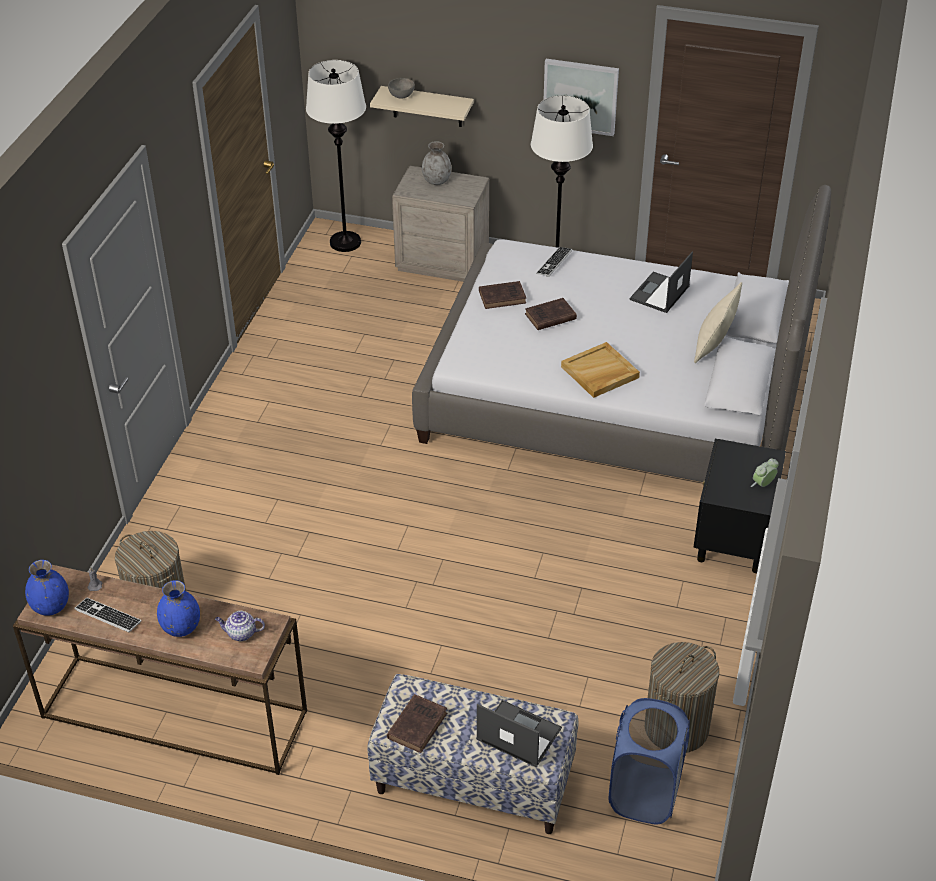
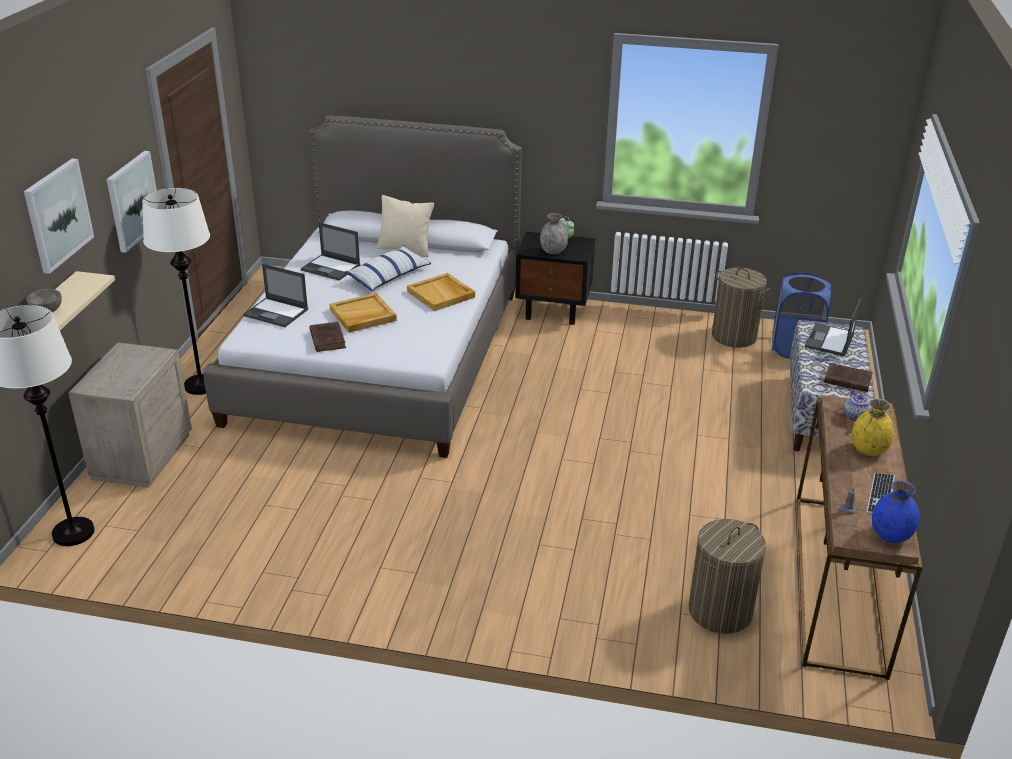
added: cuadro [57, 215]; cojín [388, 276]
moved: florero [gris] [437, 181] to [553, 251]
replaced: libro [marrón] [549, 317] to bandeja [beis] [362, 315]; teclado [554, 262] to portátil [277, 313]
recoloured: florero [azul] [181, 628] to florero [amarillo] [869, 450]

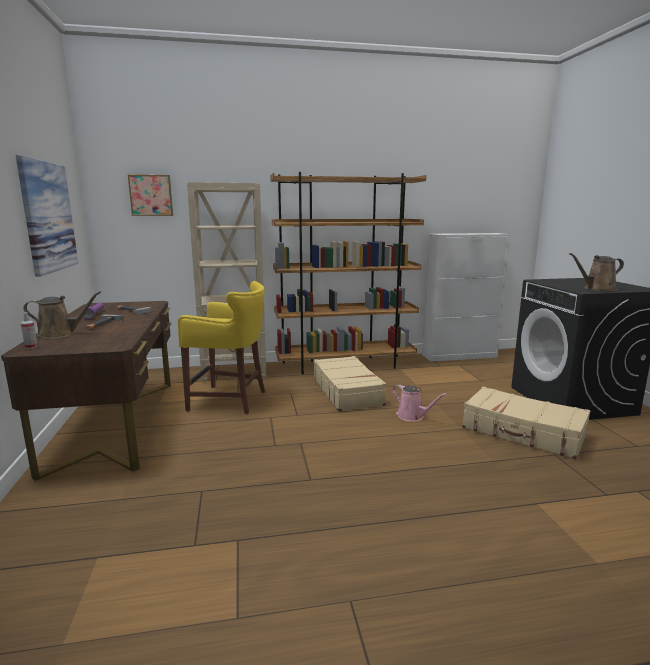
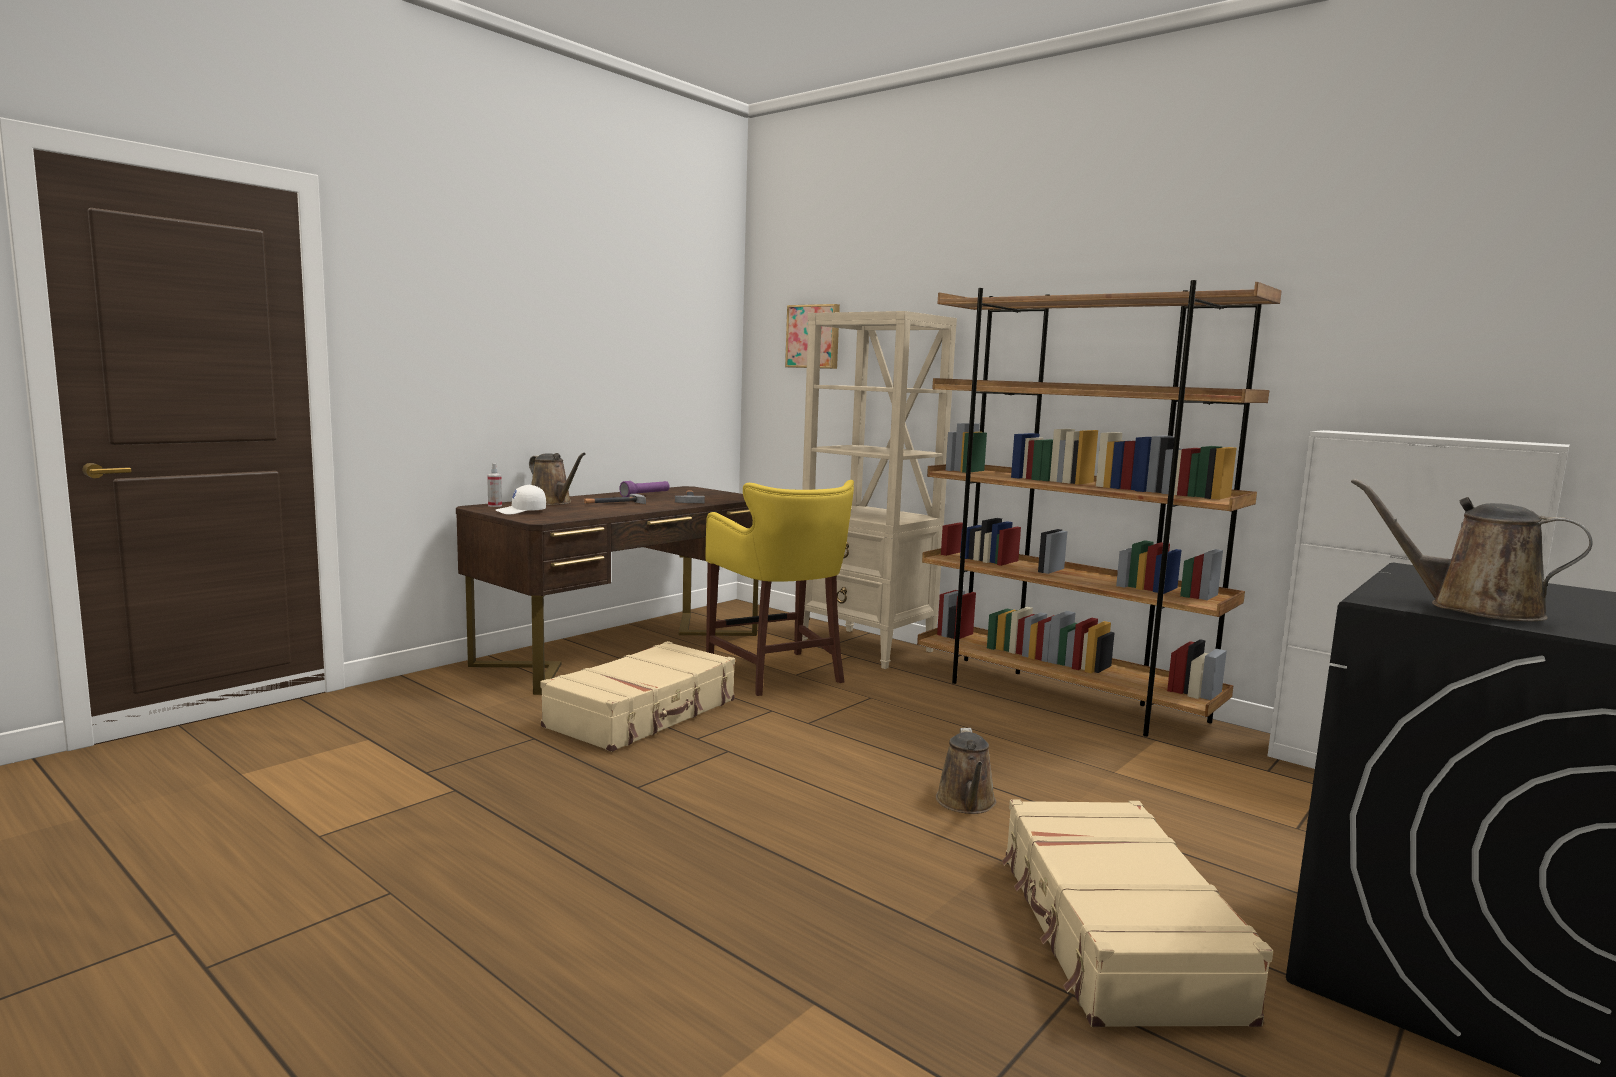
removed: cuadro [48, 217]
added: gorra [blanco] [521, 512]
moved: maleta [beis] [347, 392] to [644, 714]
recoloured: regadera [rosa] [412, 416] to regadera [marrón] [966, 803]

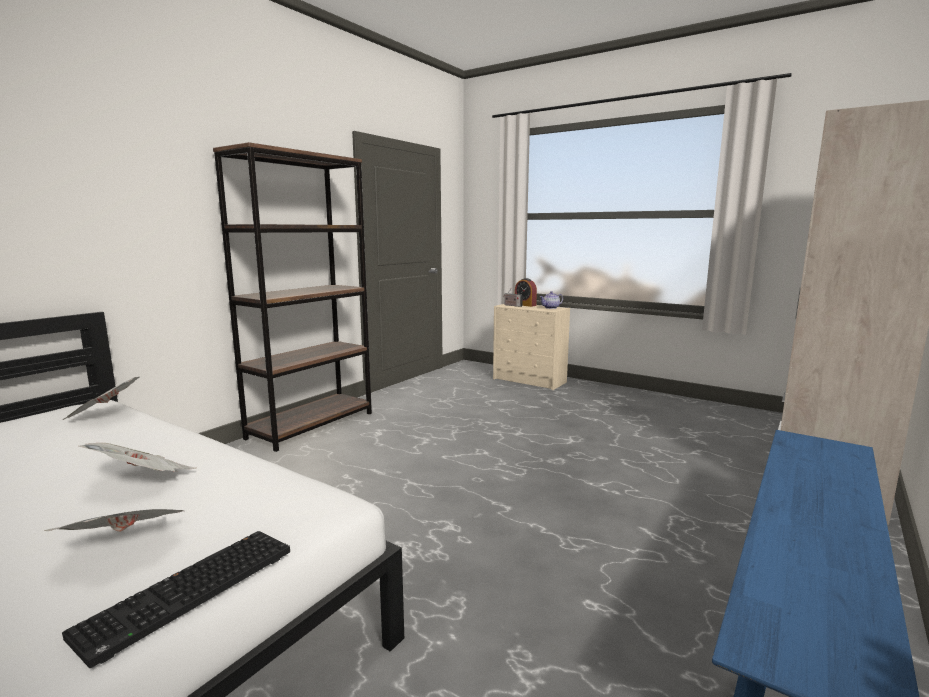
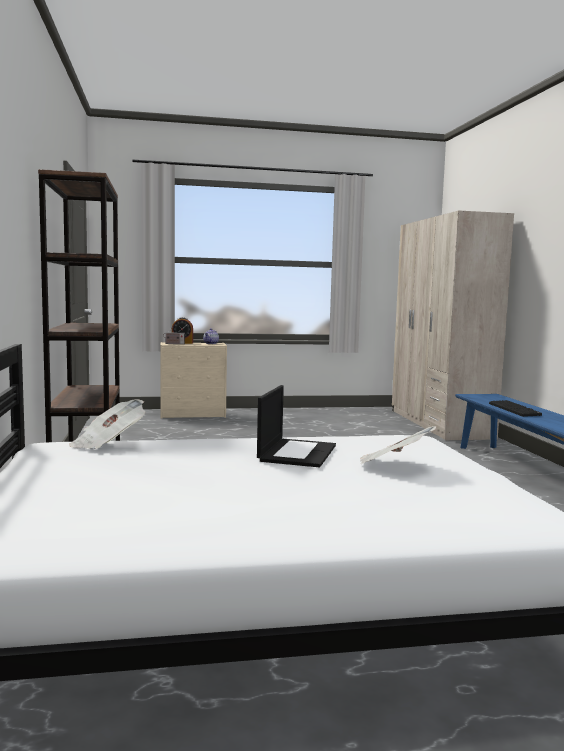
moved: teclado [189, 594] to [515, 410]
replaced: periódico [144, 480] to portátil [297, 453]

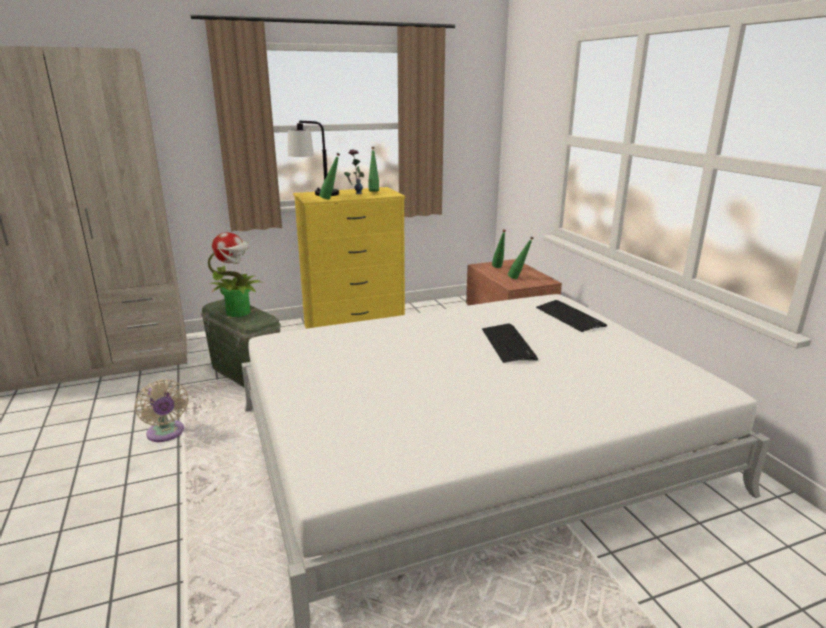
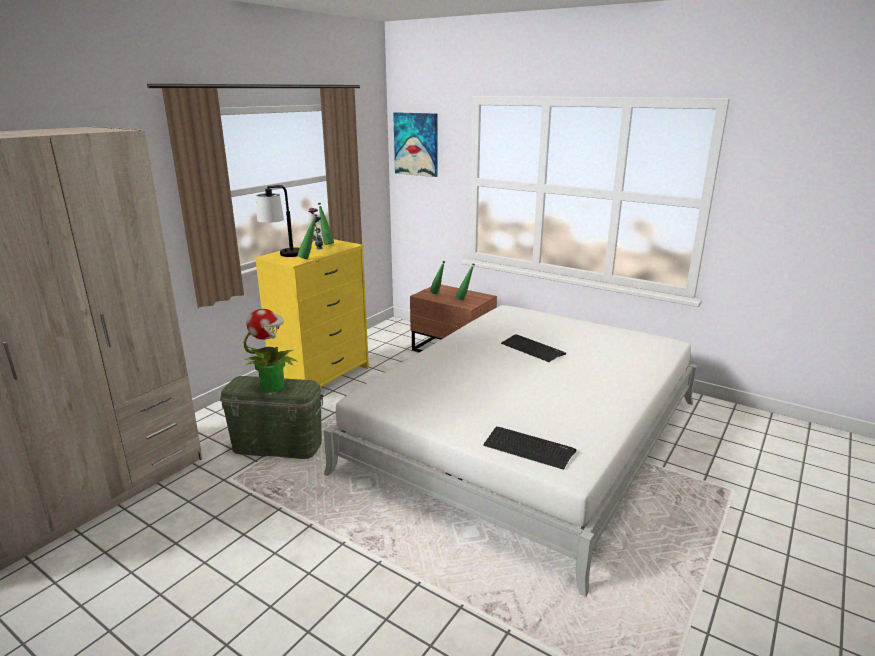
removed: ventilador [beis] [166, 434]
added: cuadro [416, 144]
moved: teclado [569, 317] to [528, 448]

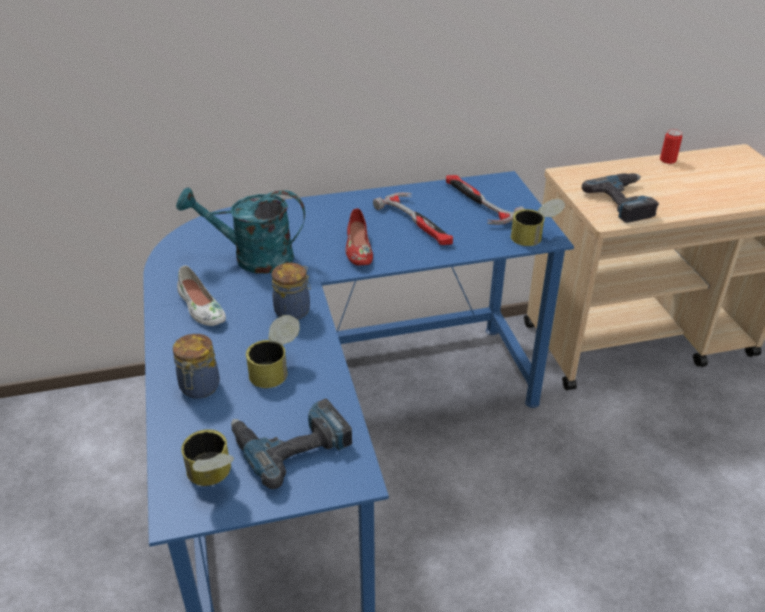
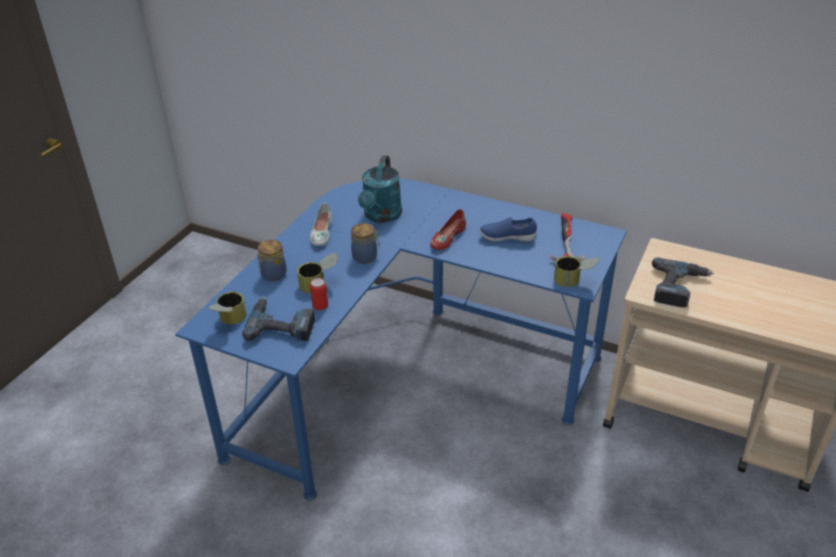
moved: lata [668, 160] to [320, 305]
replaced: martillo [419, 223] to zapato [azul] [507, 237]
turned: regadera [turquesa] [253, 258] = [381, 216] 120 degrees counterclockwise

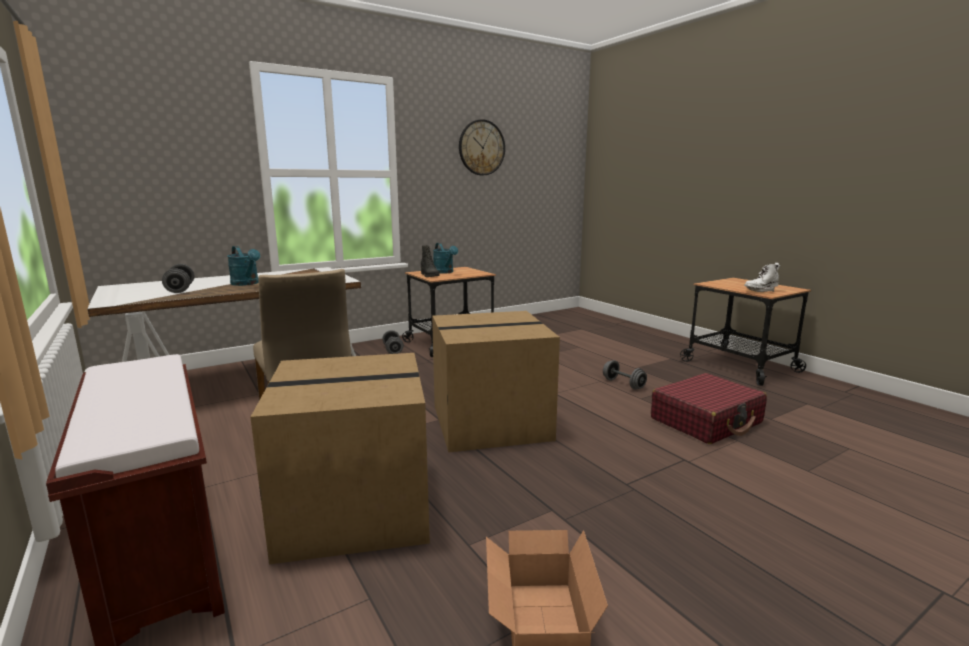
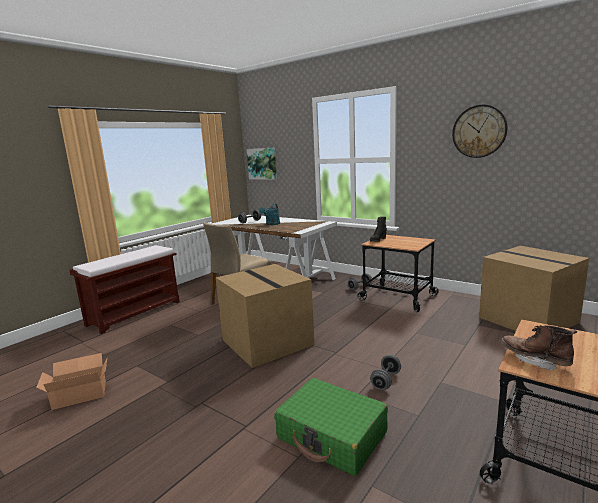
removed: regadera [turquesa] [445, 272]
added: cuadro [262, 163]
moved: caja de cartón [357, 506] to [530, 319]
recoloured: maleta [rojo] [706, 421] to maleta [verde] [332, 436]; bota [blanco] [760, 291] to bota [marrón] [535, 360]

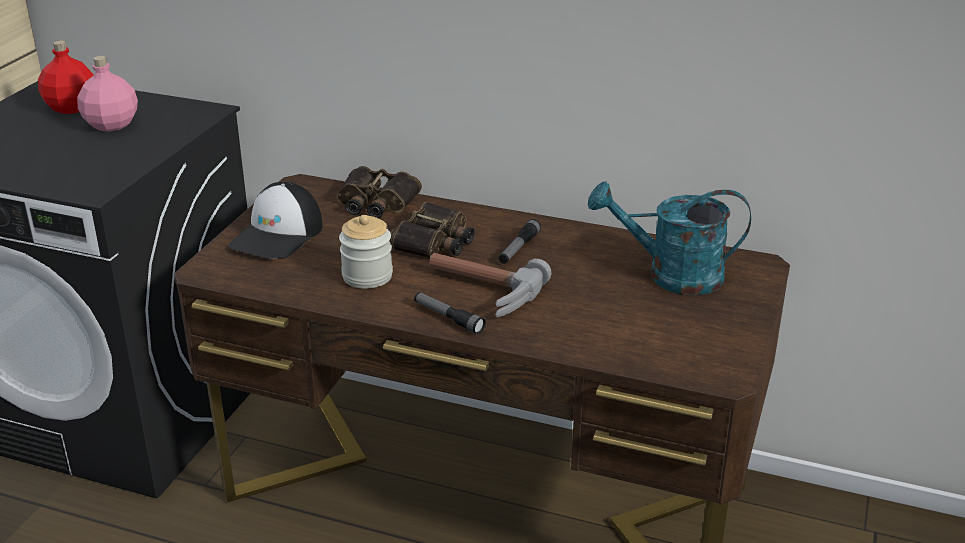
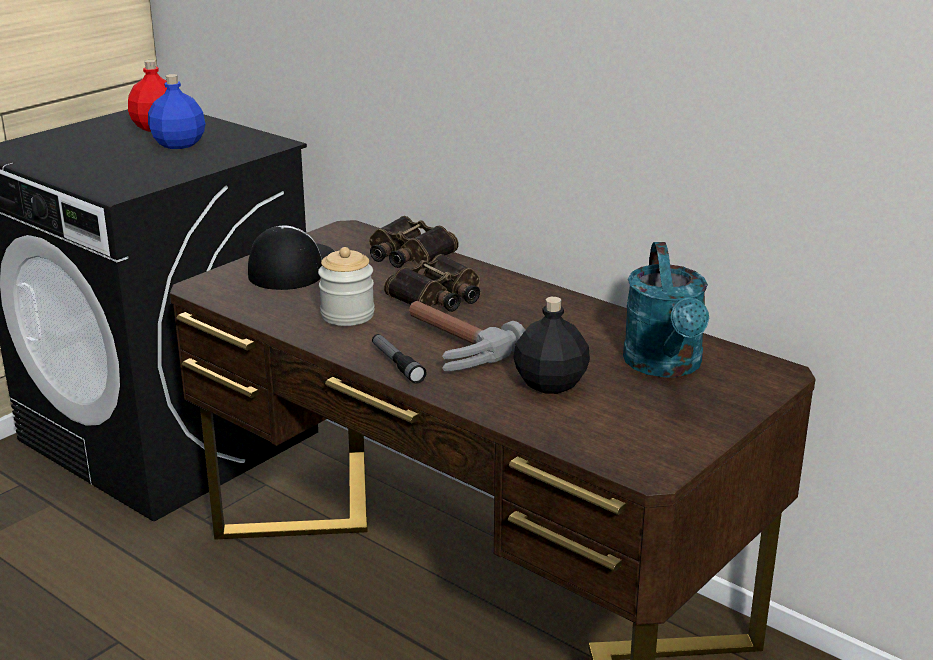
removed: linterna [518, 248]
added: botella [negro] [550, 383]
recoloured: botella [rosa] [111, 124] to botella [azul] [178, 144]
turned: gorra [278, 235] = [292, 268] 150 degrees clockwise; regadera [turquesa] [671, 276] = [666, 366] 120 degrees counterclockwise

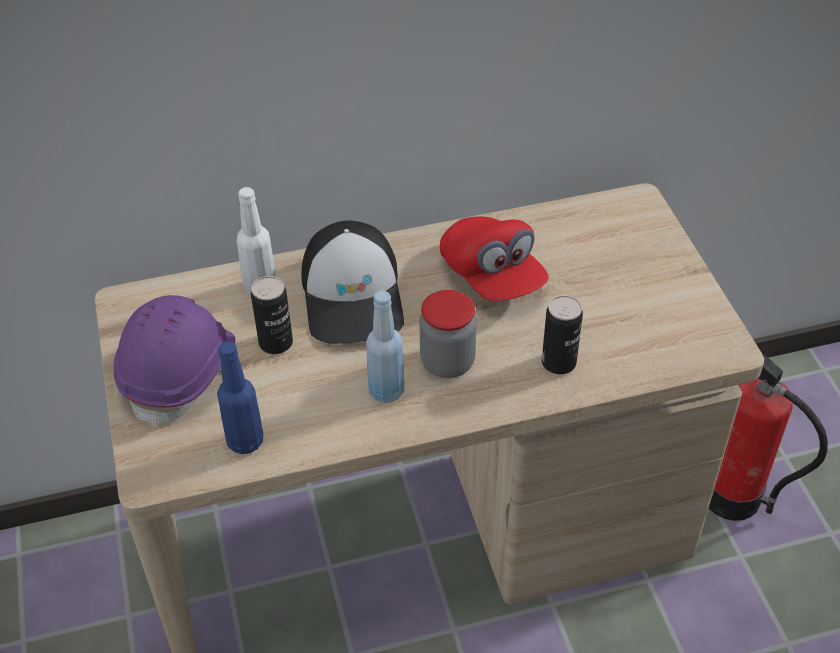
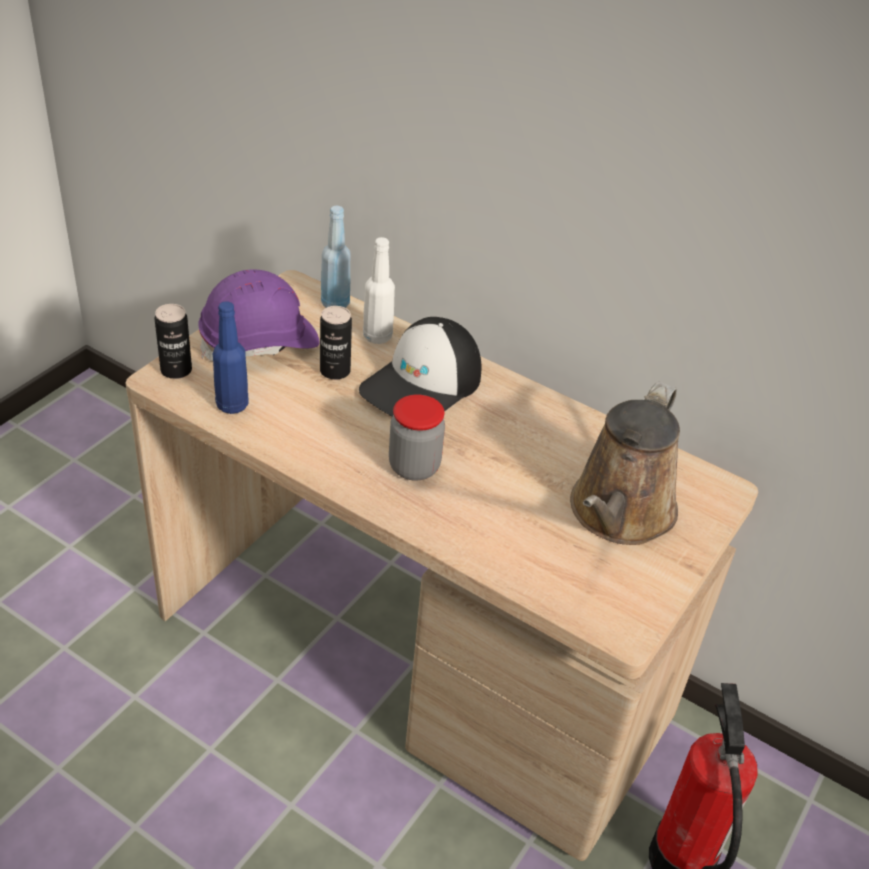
removed: gorra [rojo] [492, 276]
added: regadera [marrón] [619, 514]
moved: botella [azul] [386, 391] to [335, 303]; lata [558, 362] to [176, 370]

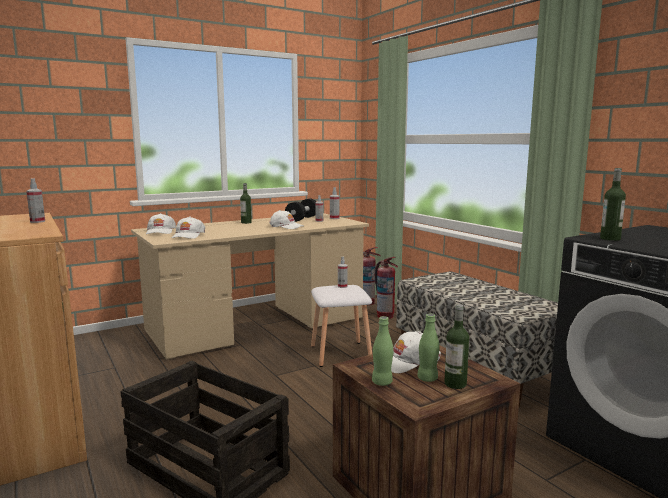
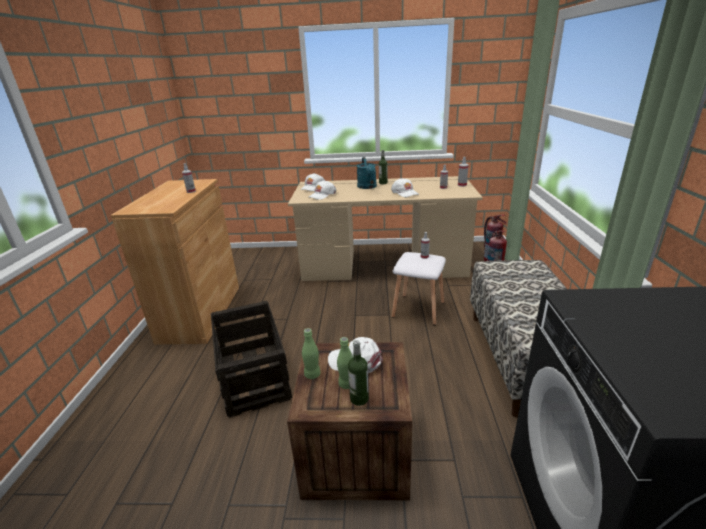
removed: mancuerna [negro] [302, 219]; botella [610, 239]
added: regadera [turquesa] [367, 187]

